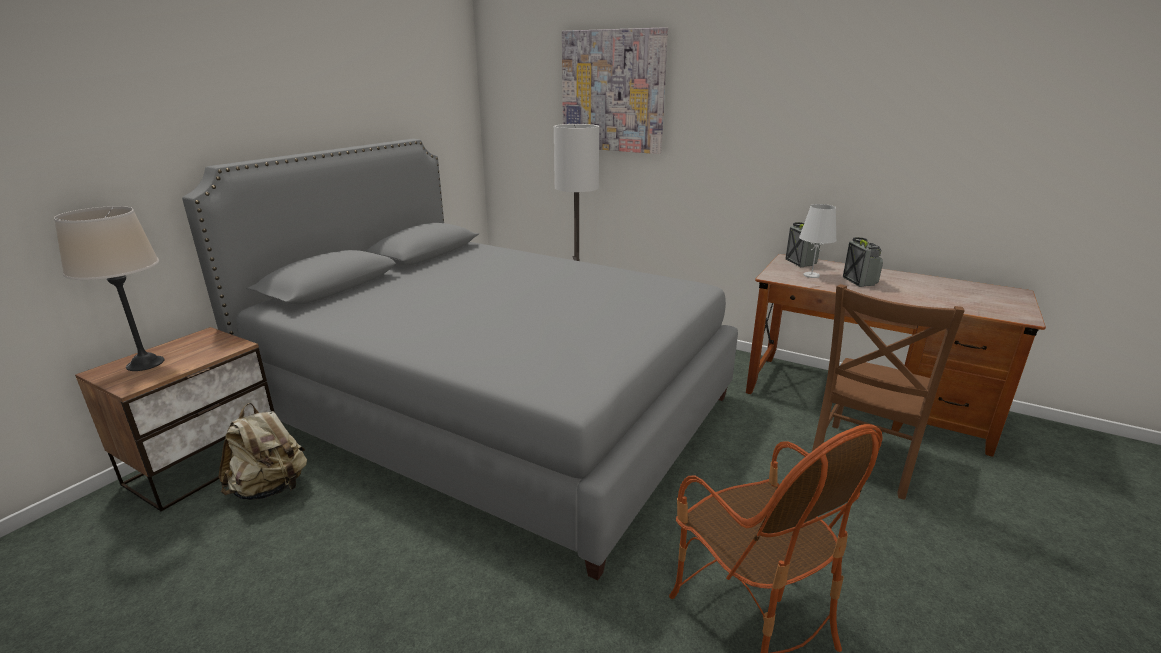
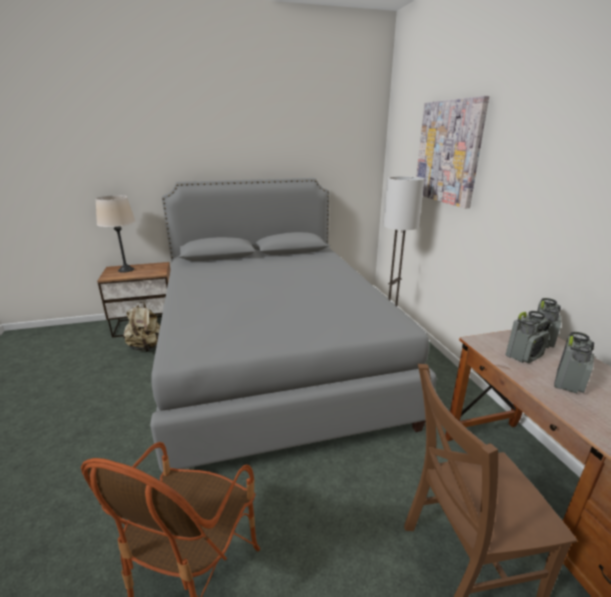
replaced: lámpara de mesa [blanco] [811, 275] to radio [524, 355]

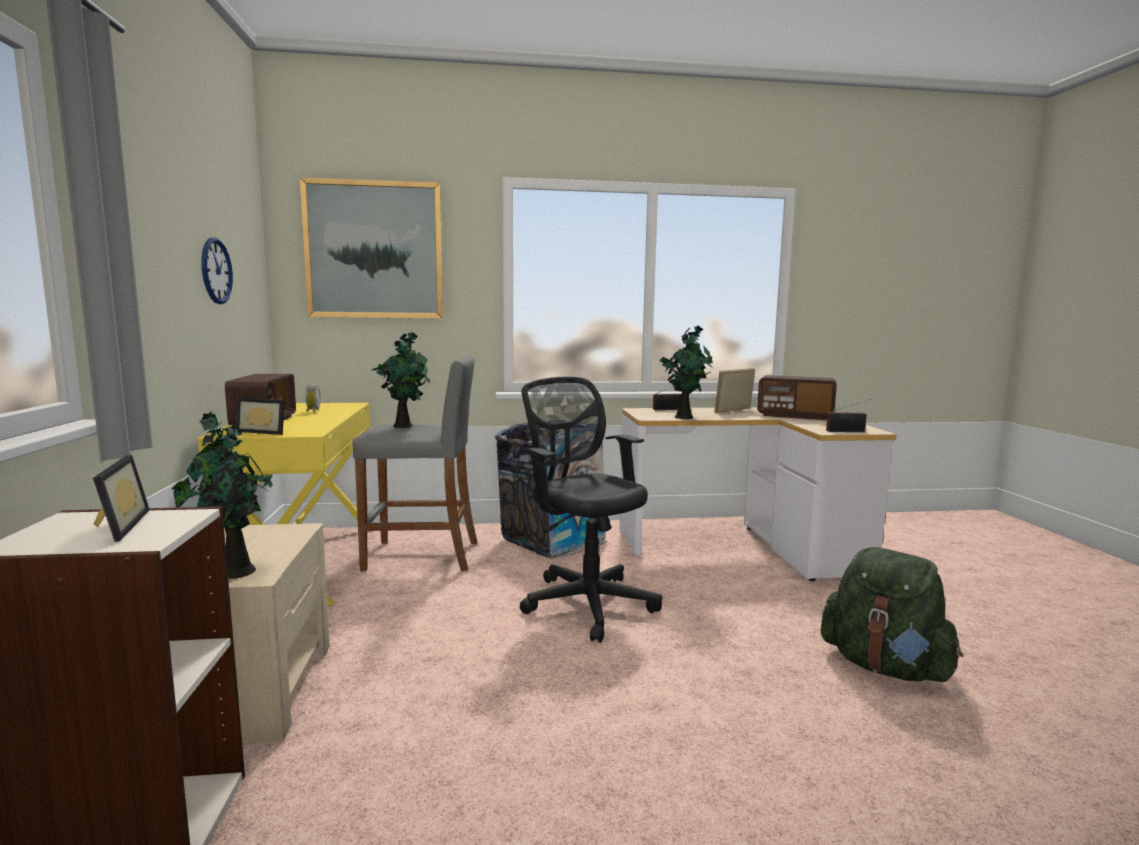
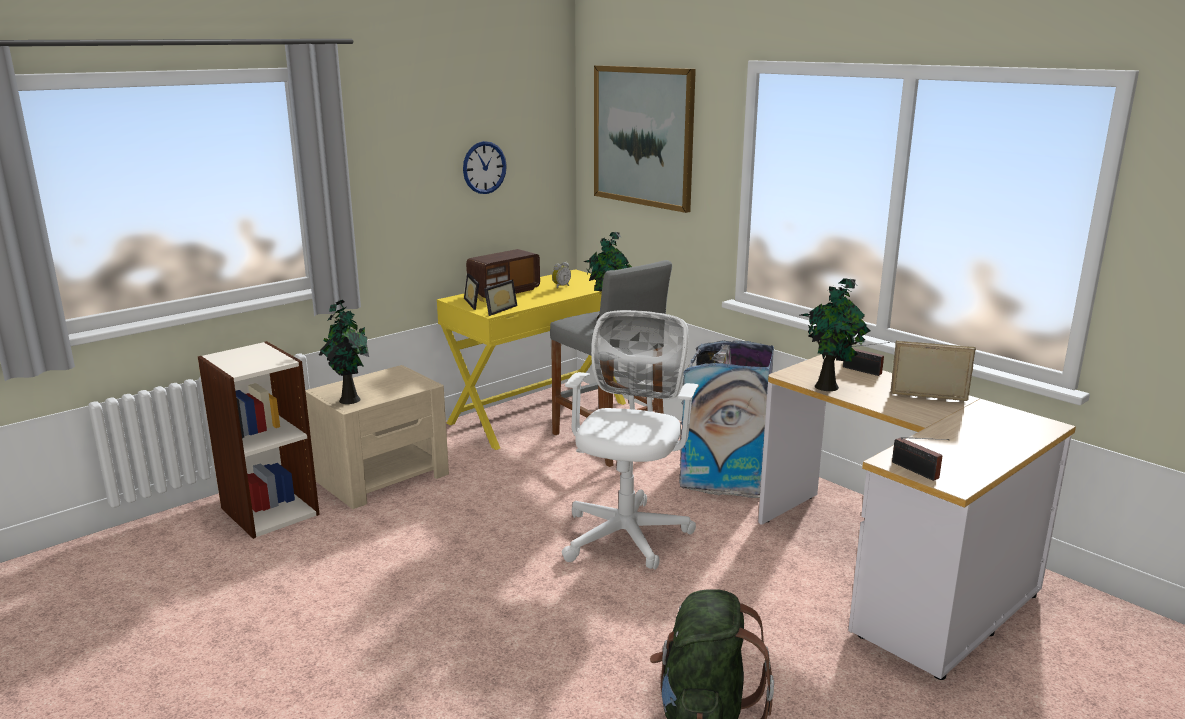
removed: radio [795, 416]
moved: portarretratos [114, 527] to [498, 309]
recoloured: silla de oficina [negro] [585, 601] to silla de oficina [blanco] [627, 532]

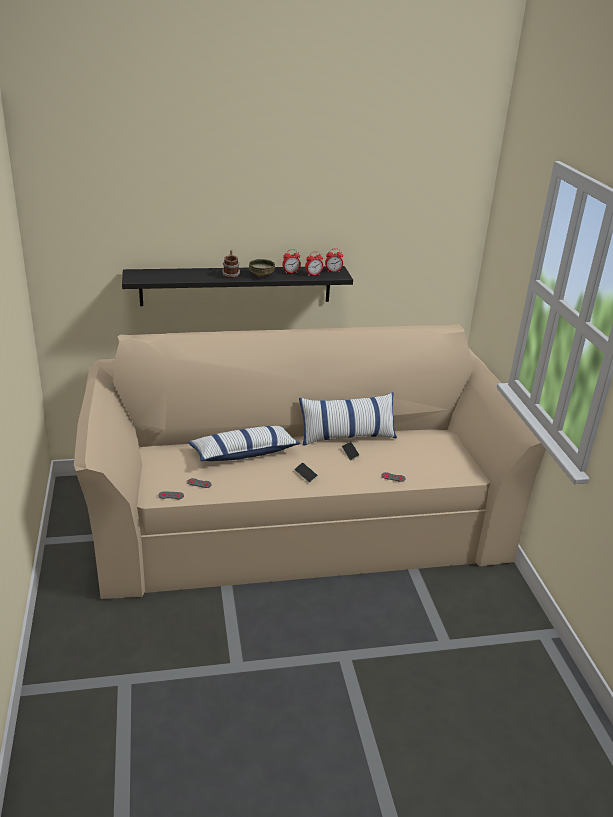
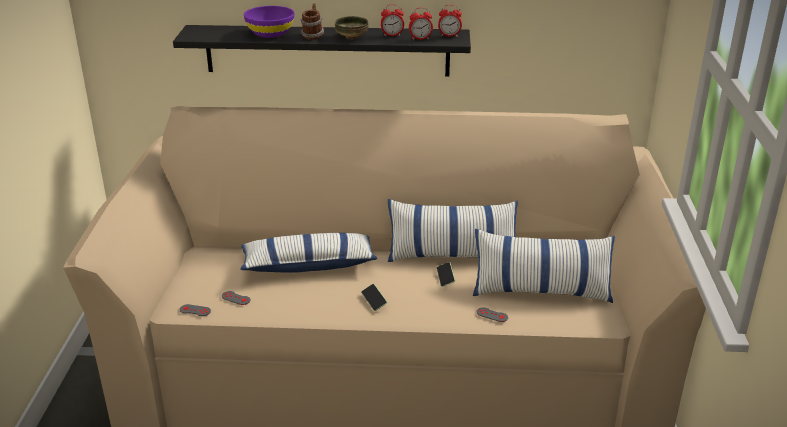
added: cuenco [morado] [270, 33]; cojín [541, 290]

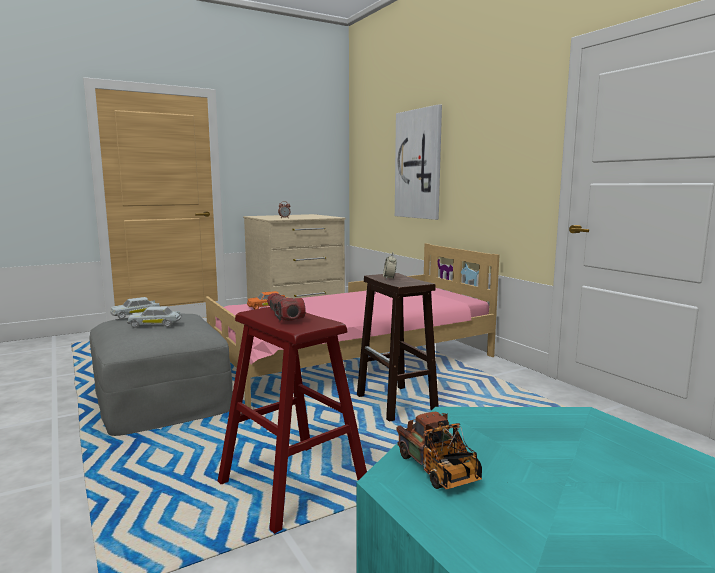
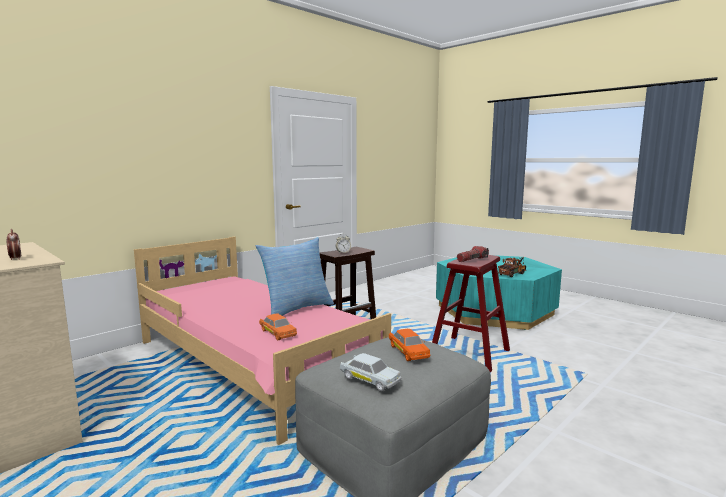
removed: cuadro [419, 164]
added: cojín [296, 309]
recoloured: coche de juguete [blanco] [155, 324] to coche de juguete [naranja] [408, 351]

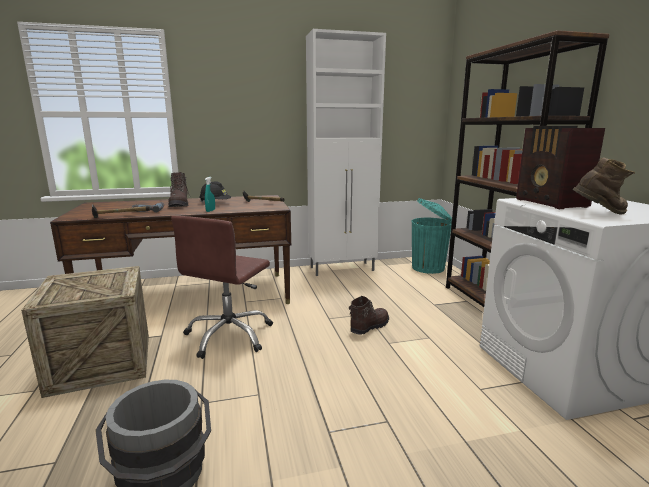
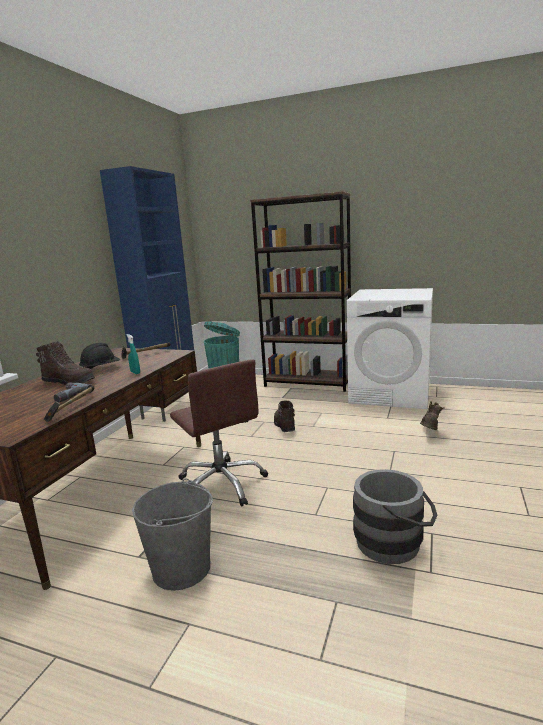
removed: radio [551, 203]
moved: bota [marrón] [599, 214] to [430, 433]
replaced: caja de embalaje [101, 363] to cubo [gris] [182, 568]
recoloured: armario [blanco] [343, 269] to armario [azul] [171, 408]

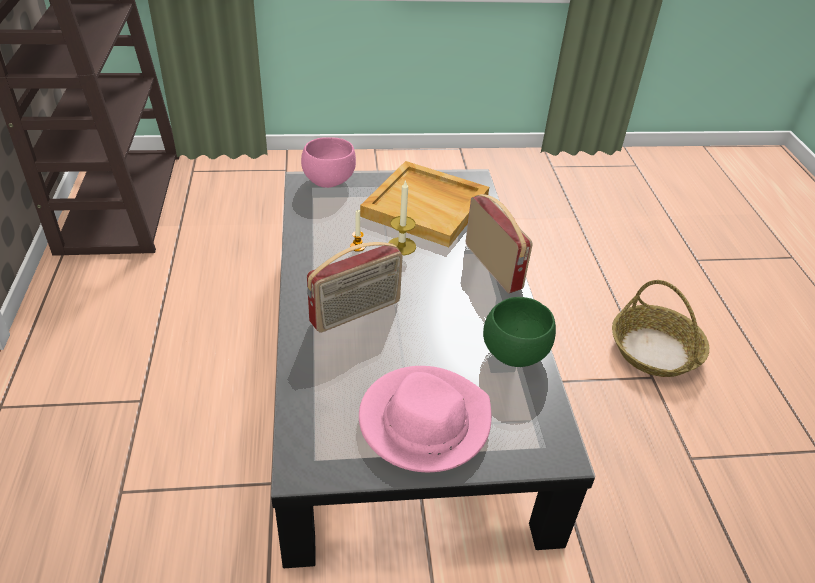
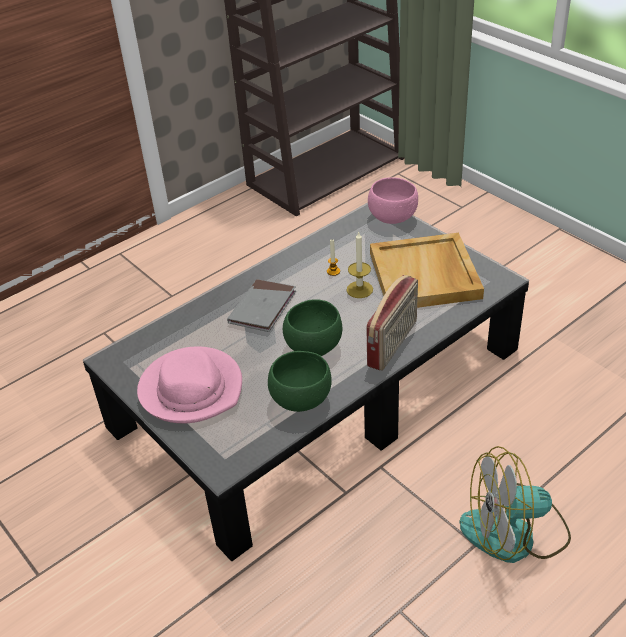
added: cuenco [verde] [312, 347]
replaced: radio [356, 313] to libro [gris] [262, 308]; cesta [655, 351] to ventilador [514, 533]

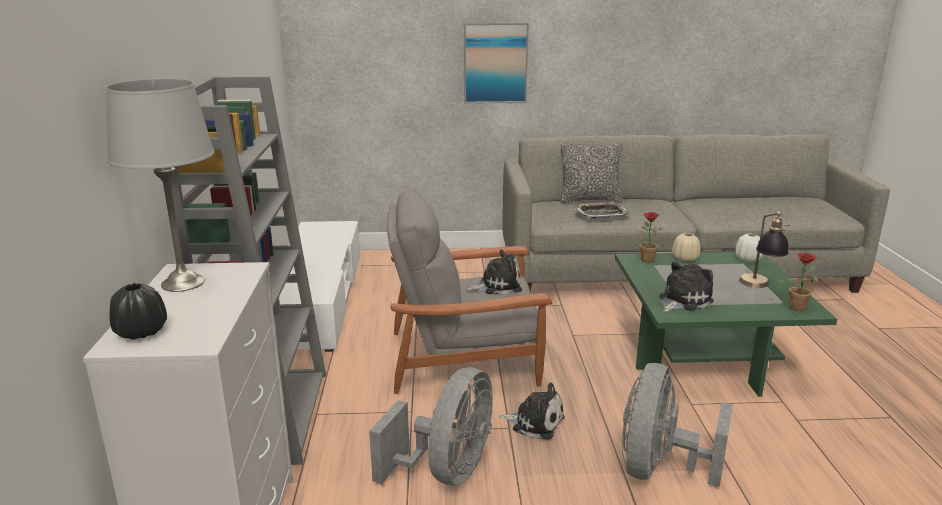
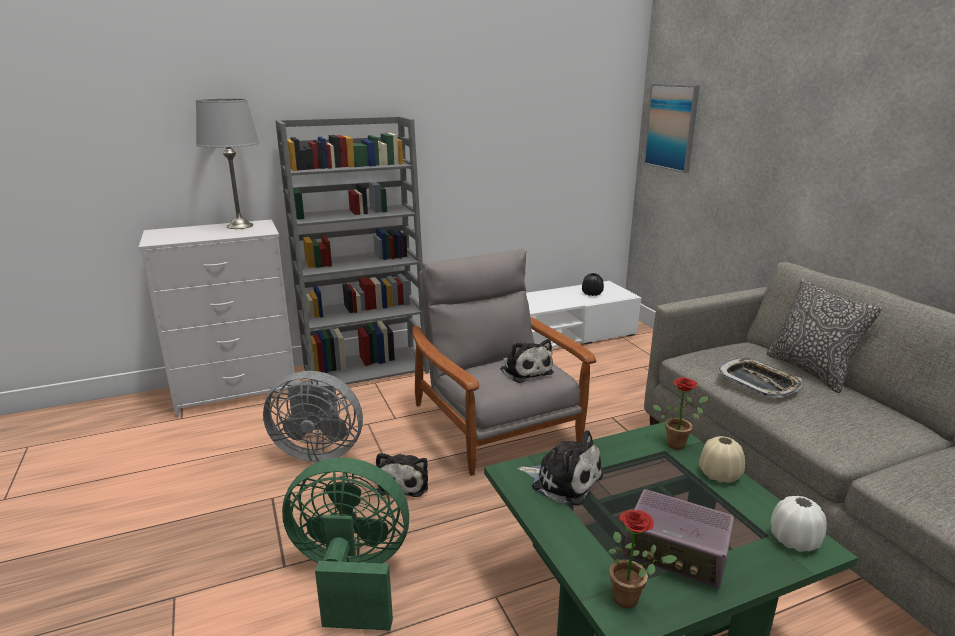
moved: florero [negro] [141, 332] to [592, 294]; cuadro [495, 63] to [671, 127]
replaced: lámpara de mesa [759, 287] to radio [677, 554]
recoloured: ventilador [gris] [659, 468] to ventilador [verde] [351, 577]

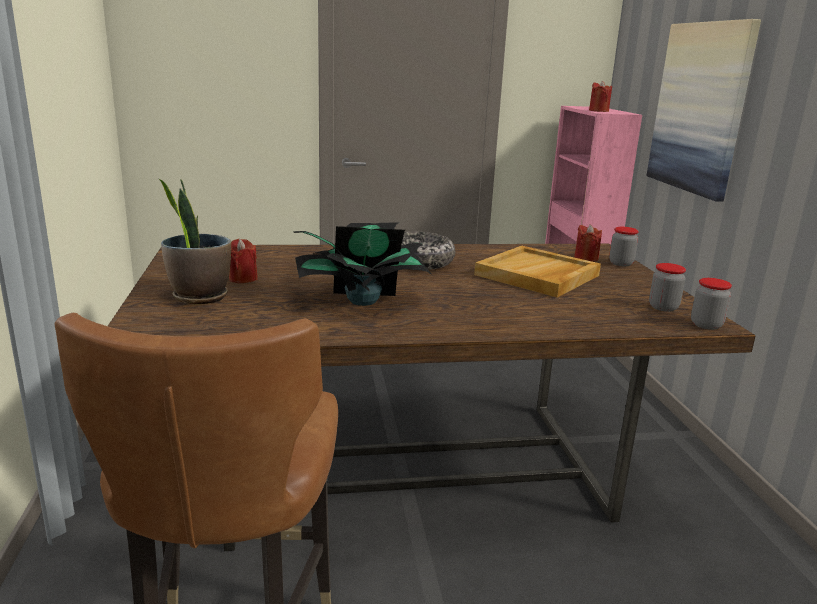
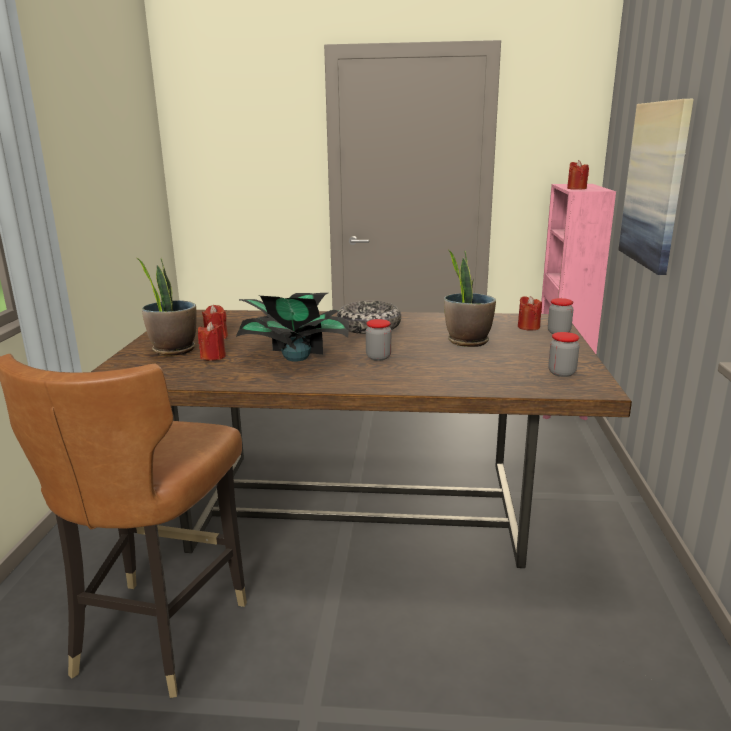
added: vela [rojo] [213, 357]
moved: tarro [706, 325] to [378, 357]
replaced: bandeja [beis] [537, 275] to planta en maceta [467, 341]

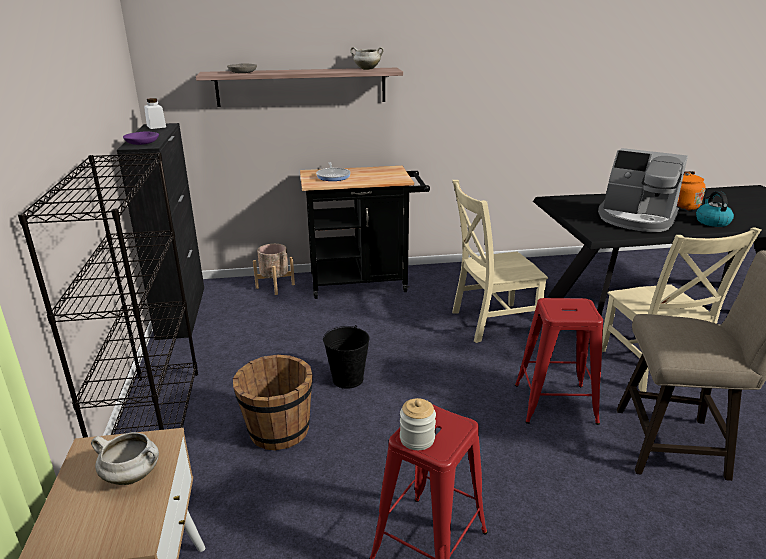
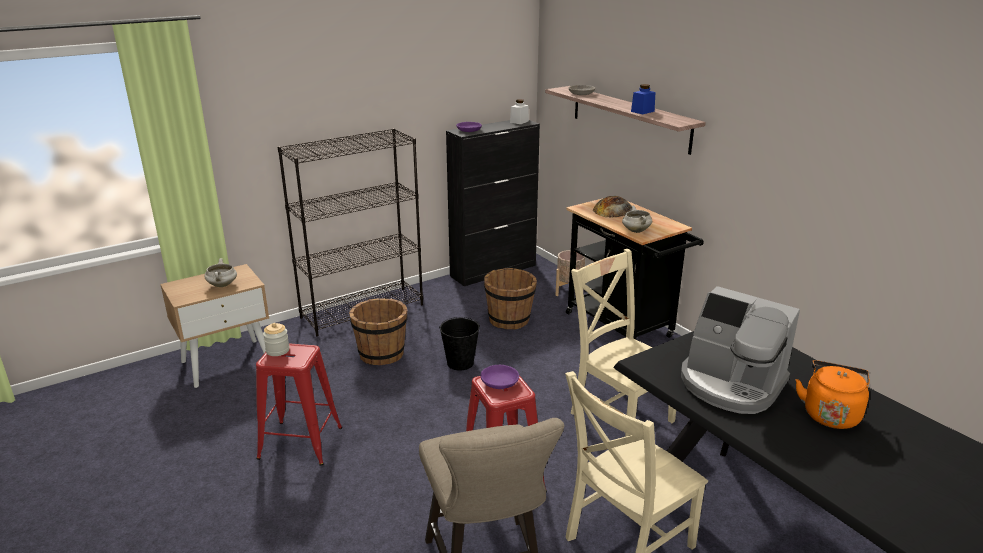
removed: hervidor [712, 222]
added: cuenco [morado] [500, 383]; cubo [marrón] [509, 320]; tarro [azul] [642, 111]
moved: olla [blanco] [366, 69] to [635, 231]
replaced: sartén [333, 176] to pan [613, 210]
turned: cafetera [636, 219] = [731, 384] 60 degrees counterclockwise

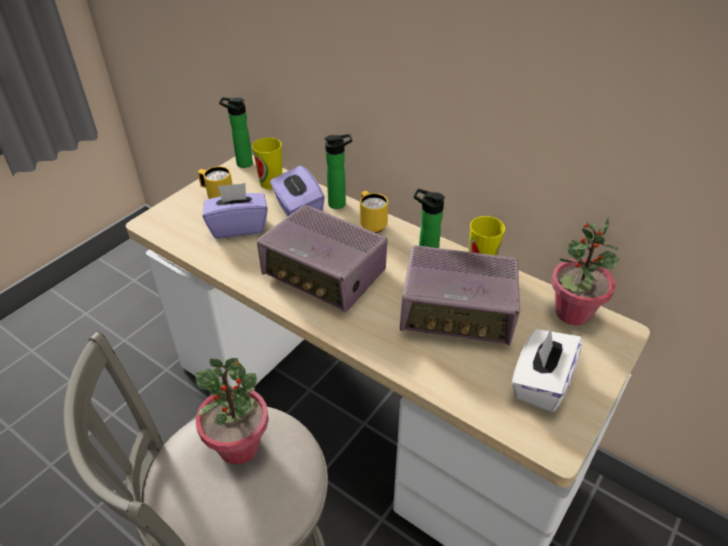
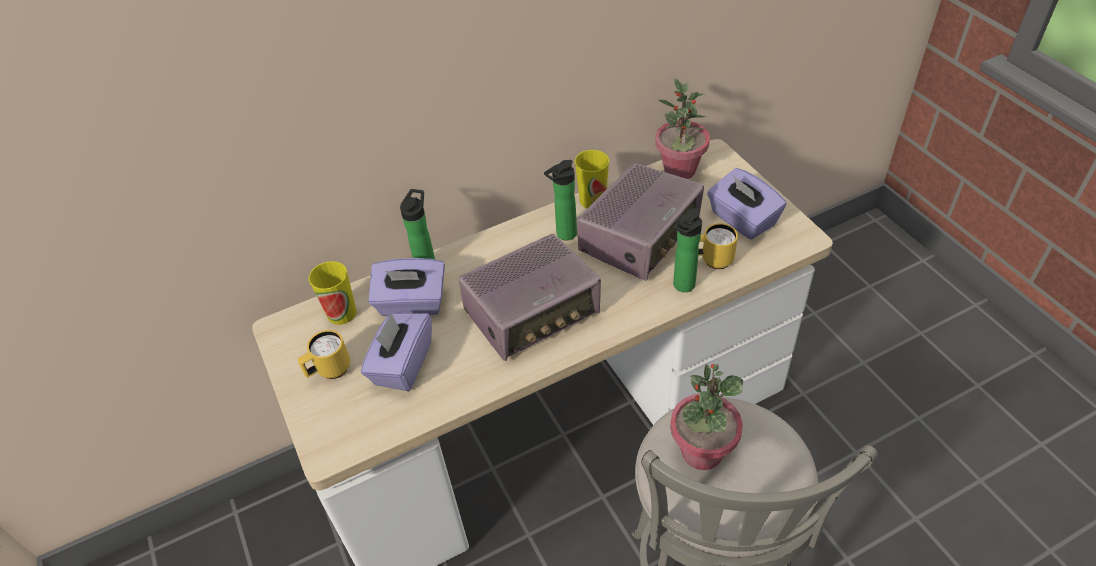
moved: botella [242, 163] to [682, 287]; taza grande [amarillo] [371, 224] to [711, 260]
recoloured: caja de pañuelos [blanco] [540, 383] to caja de pañuelos [morado] [742, 220]

